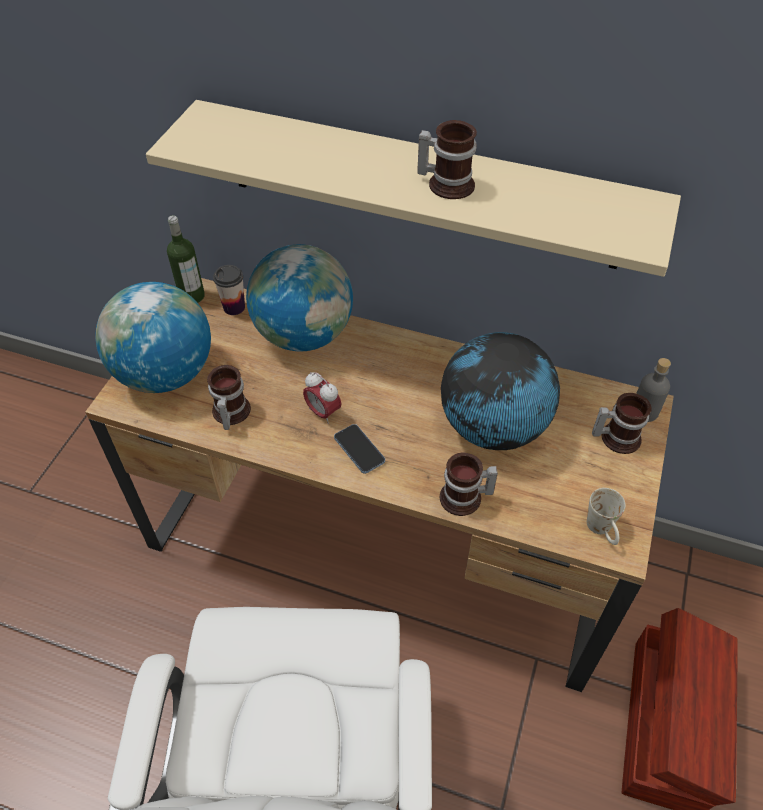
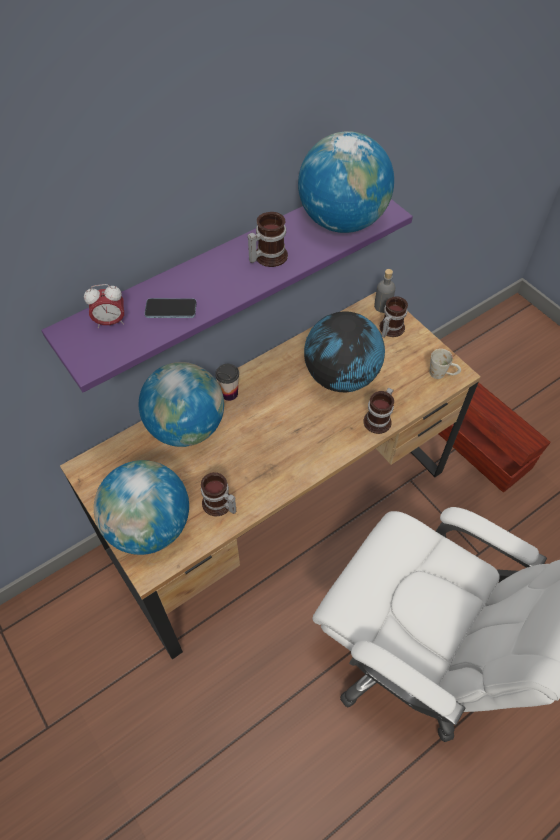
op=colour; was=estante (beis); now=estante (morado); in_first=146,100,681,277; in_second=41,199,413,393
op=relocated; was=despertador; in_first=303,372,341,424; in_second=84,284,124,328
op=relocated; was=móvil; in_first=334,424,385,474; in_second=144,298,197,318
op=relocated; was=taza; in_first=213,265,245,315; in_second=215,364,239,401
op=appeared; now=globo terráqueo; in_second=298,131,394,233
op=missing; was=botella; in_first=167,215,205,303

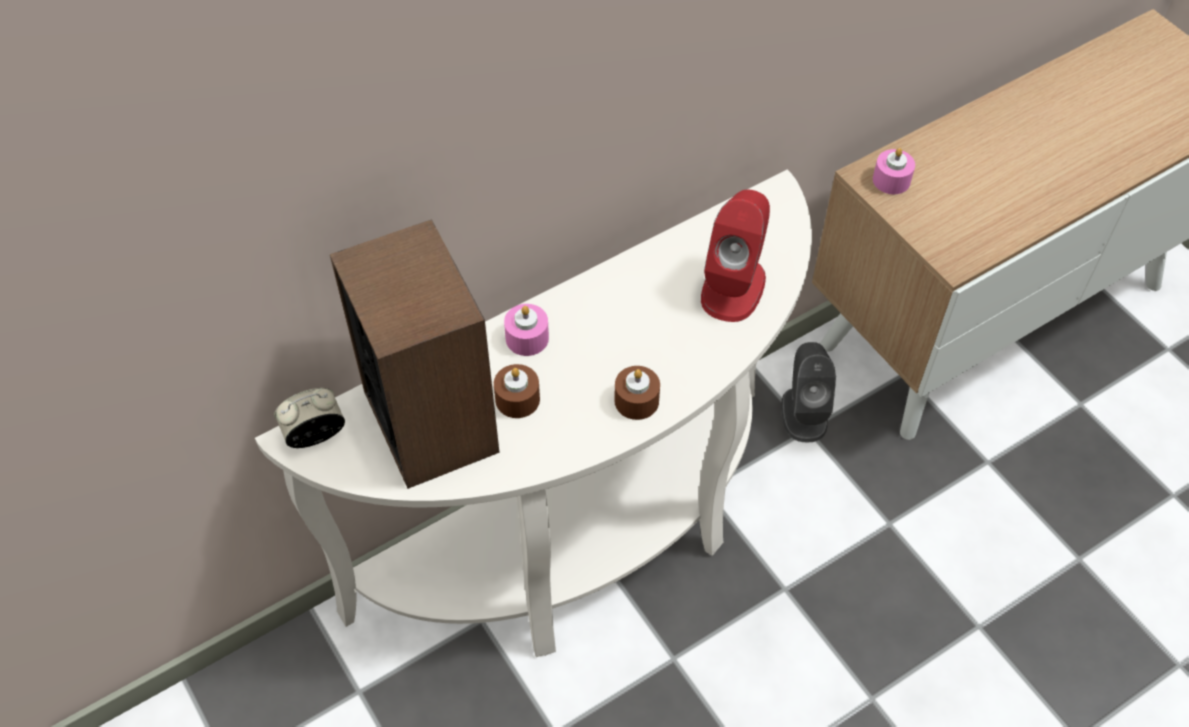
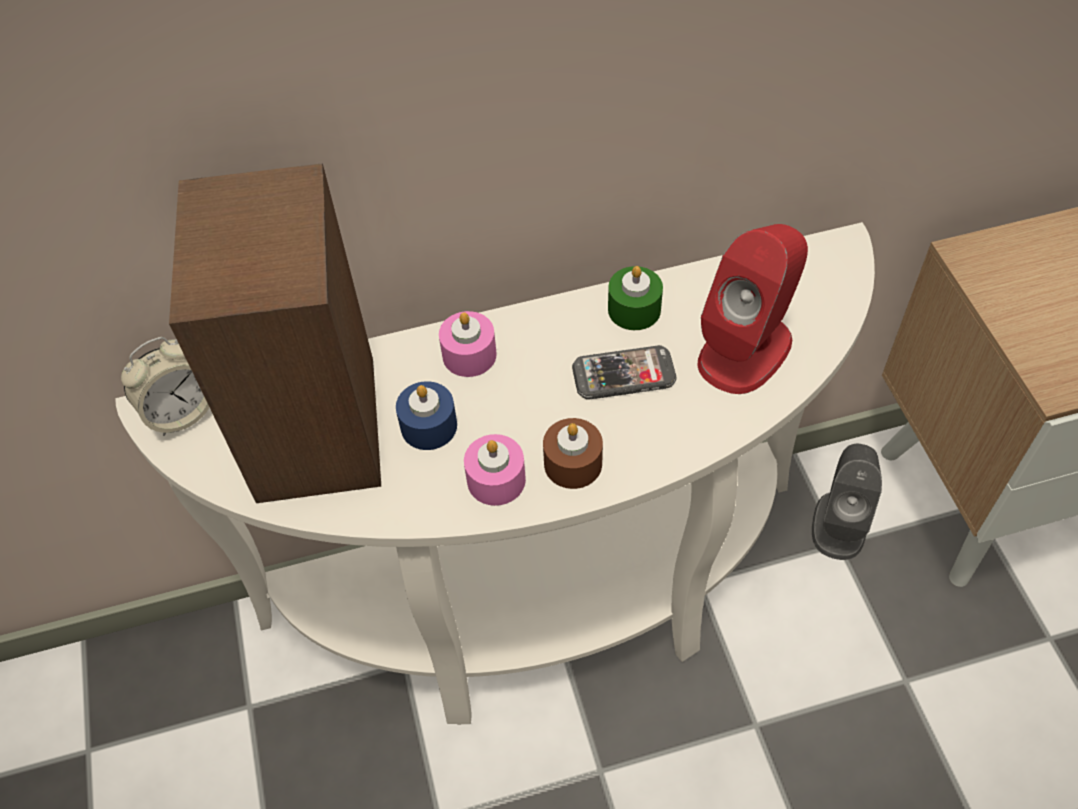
op=spun; was=despertador; in_first=274,388,345,448; in_second=121,337,210,436; clockwise=150
op=colour; was=vela (marrón); now=vela (azul); in_first=494,364,540,418; in_second=396,381,457,450
op=relocated; was=vela (rosa); in_first=873,148,915,194; in_second=464,434,526,506
op=appeared; now=móvil; in_second=572,345,677,400
op=appeared; now=vela (verde); in_second=608,266,663,330

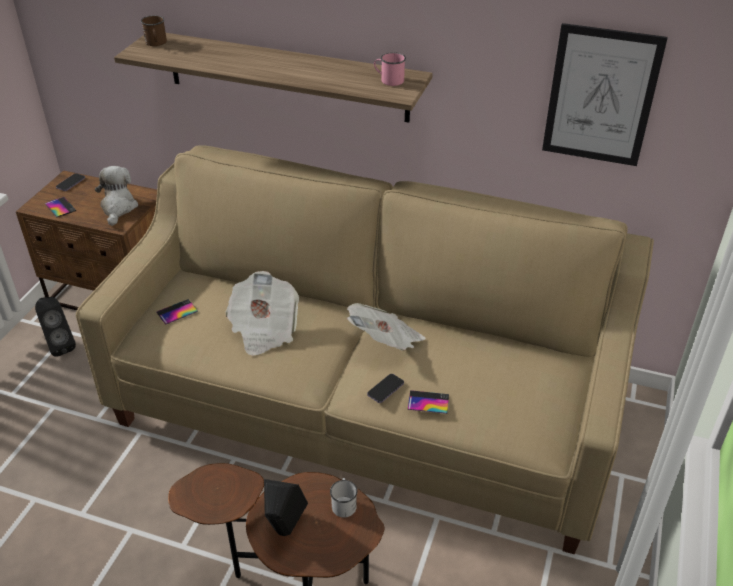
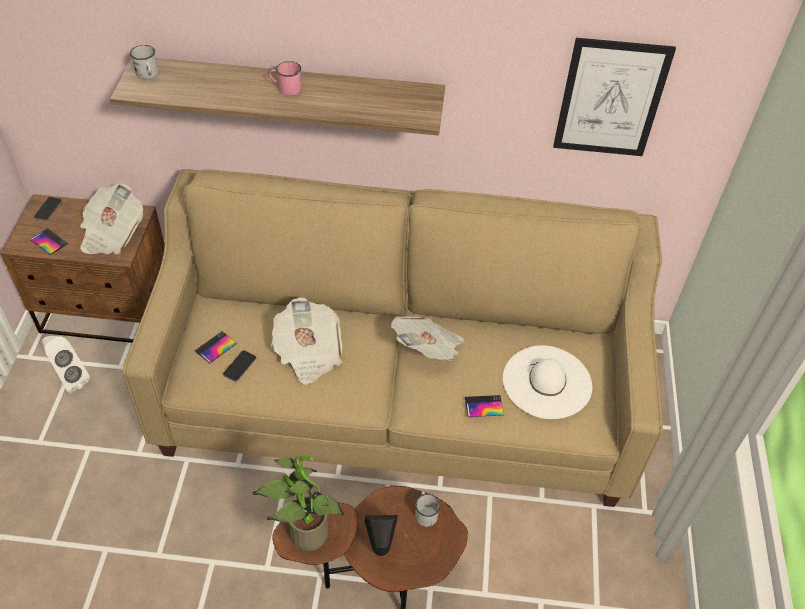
op=colour; was=altavoz (negro); now=altavoz (blanco); in_first=35,297,76,357; in_second=42,336,90,393
op=exchanged; was=peluche; now=periódico; in_first=95,166,138,226; in_second=80,183,143,255
op=colour; was=taza grande (marrón); now=taza grande (blanco); in_first=141,15,167,46; in_second=130,45,158,79
op=relocated; was=móvil; in_first=367,374,404,403; in_second=223,350,256,382
op=appeared; now=planta en maceta; in_second=252,456,344,551
op=relocated; was=taza grande (rosa); in_first=374,52,406,86; in_second=269,61,301,96
op=appeared; now=sombrero (blanco); in_second=503,345,592,419

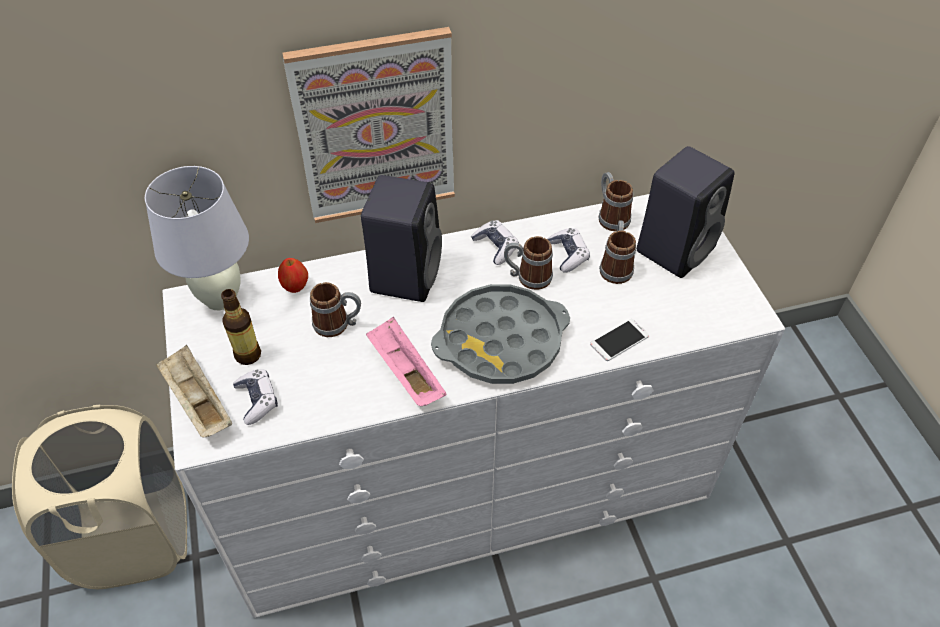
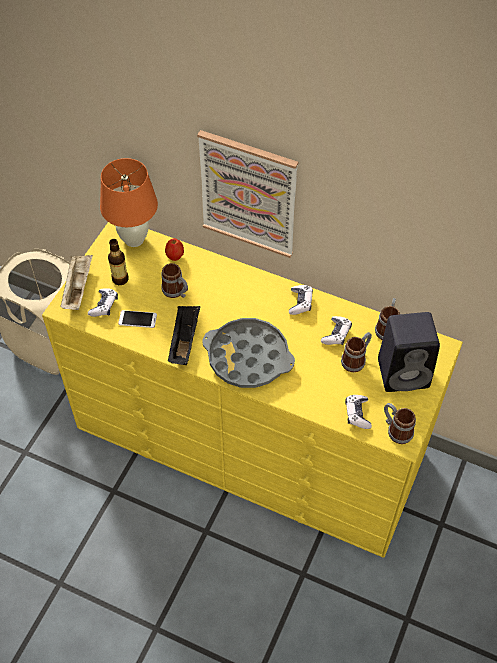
op=colour; was=cómoda (blanco); now=cómoda (amarillo); in_first=162,194,785,618; in_second=42,222,463,558
op=colour; was=lámpara de mesa (blanco); now=lámpara de mesa (naranja); in_first=145,166,249,310; in_second=100,158,158,247
op=relocated; was=móvil; in_first=590,319,649,361; in_second=118,310,157,328
op=colour; was=bandeja (rosa); now=bandeja (negro); in_first=366,317,447,406; in_second=168,306,200,365
op=appeared; now=mando de consola; in_second=345,395,372,429
op=relocated; was=taza grande; in_first=504,236,553,290; in_second=384,403,416,444
op=missing; was=altavoz (negro); in_first=361,175,442,302

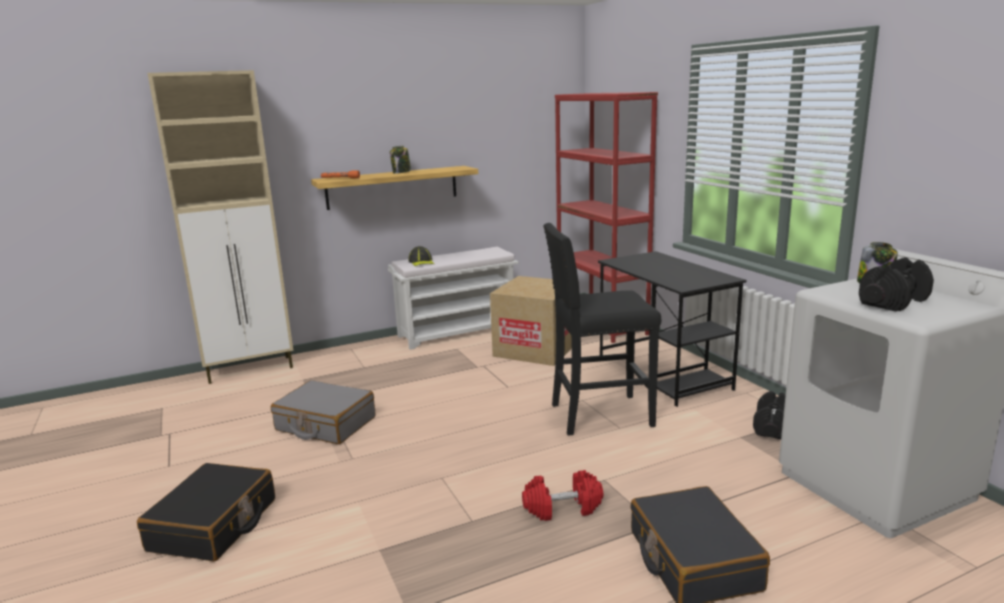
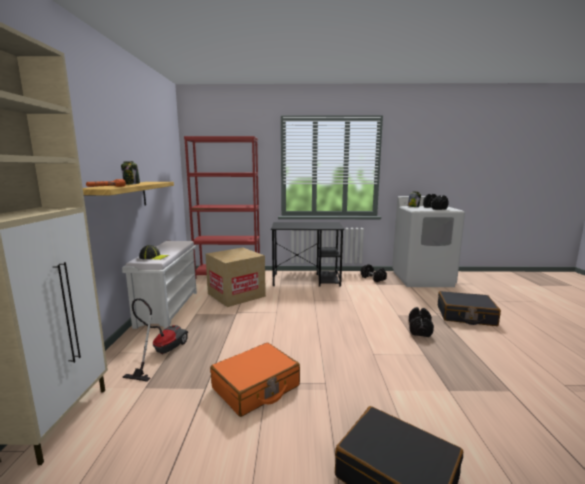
op=appeared; now=aspiradora; in_second=122,298,188,382
op=colour; was=maleta (gris); now=maleta (naranja); in_first=271,380,375,444; in_second=210,343,300,417
op=colour; was=mancuerna (rojo); now=mancuerna (negro); in_first=522,470,603,521; in_second=409,307,434,337
op=missing; was=taburete (negro); in_first=543,223,661,436

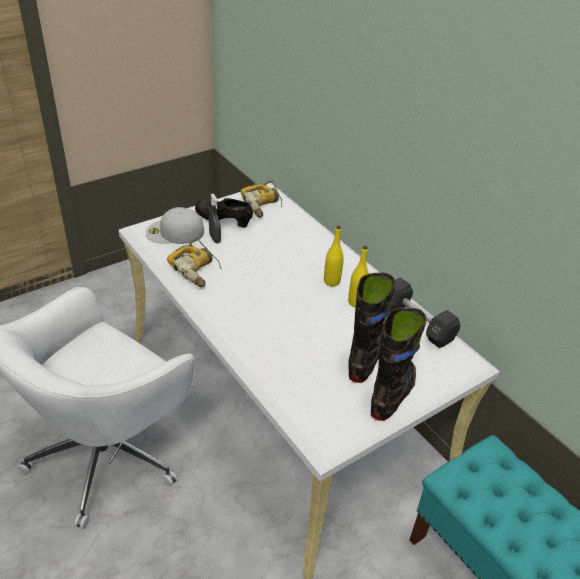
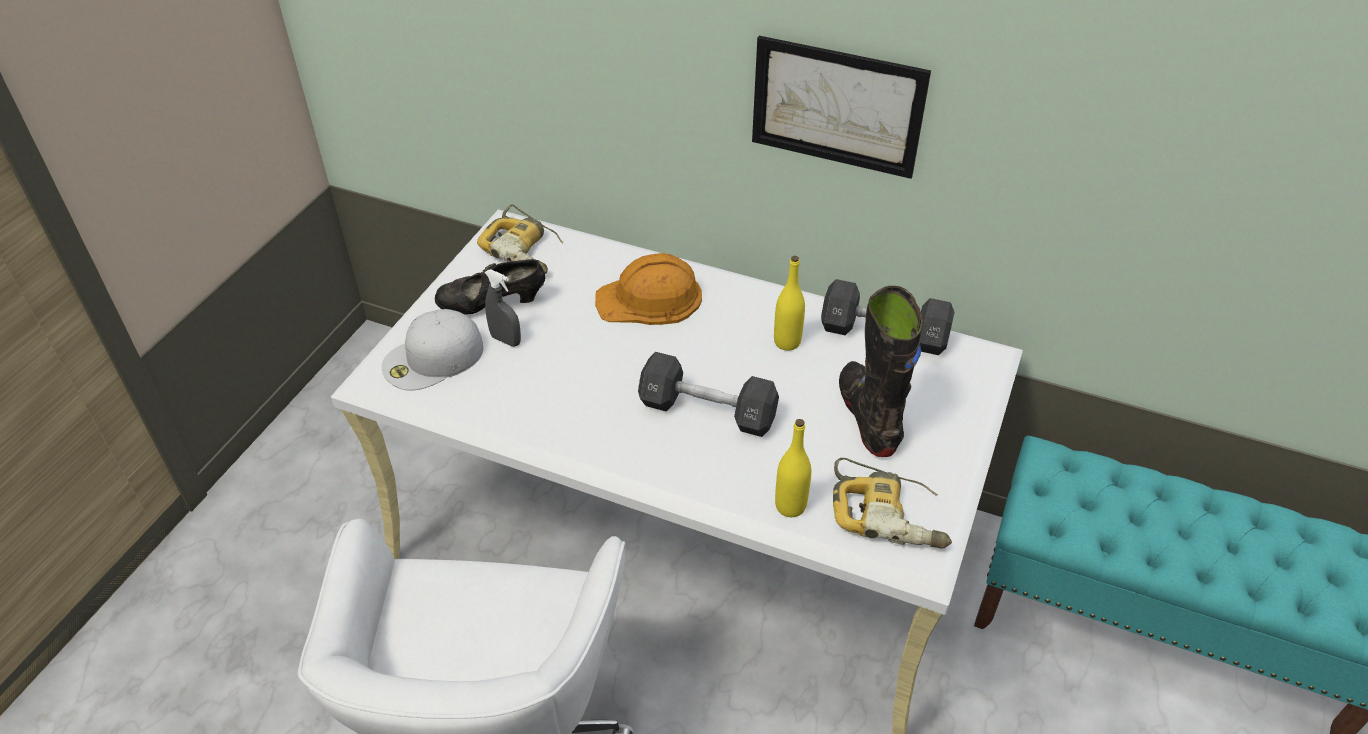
op=appeared; now=casco (naranja); in_second=595,253,702,325
op=appeared; now=mancuerna (negro); in_second=638,352,779,437
op=appeared; now=cuadro; in_second=752,36,931,179
op=relocated; was=botella (amarillo); in_first=324,226,344,286; in_second=775,419,811,517
op=relocated; was=taladro; in_first=167,238,222,287; in_second=833,458,952,548
op=missing; was=bota (negro); in_first=371,308,427,421

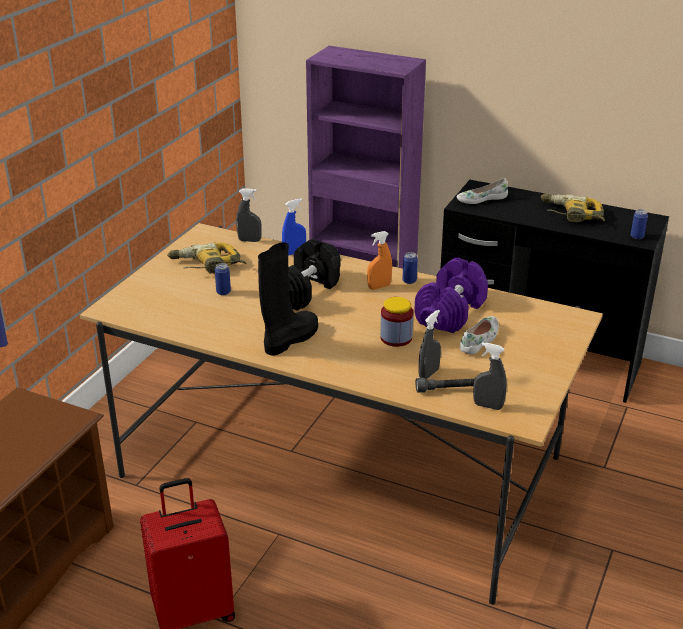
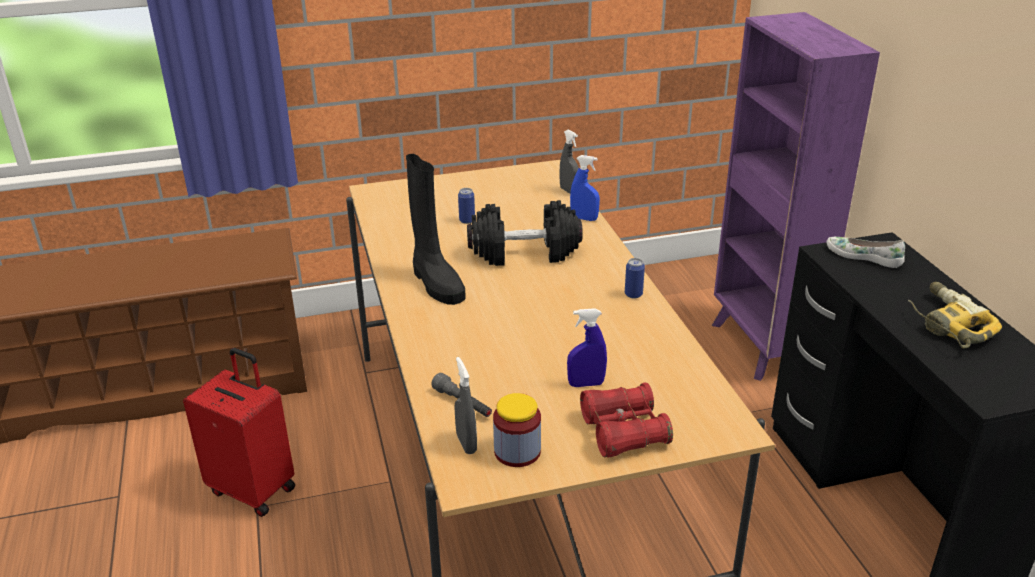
op=spun; was=bota (negro); in_first=258,242,318,356; in_second=406,154,466,305; clockwise=60
op=relocated; was=tarro; in_first=380,297,413,347; in_second=493,393,541,467
op=exchanged; was=zapato (blanco); now=pulverizador (azul); in_first=460,316,499,355; in_second=567,308,607,387
op=appeared; now=prismáticos (rojo); in_second=580,383,673,458
op=missing; was=taladro; in_first=167,242,247,274
op=missing; was=pulverizador (naranja); in_first=367,231,392,290
op=missing; was=mancuerna (morado); in_first=414,258,488,333
op=missing; was=pulverizador (gris); in_first=418,309,441,379
op=missing; was=lata; in_first=631,209,648,239

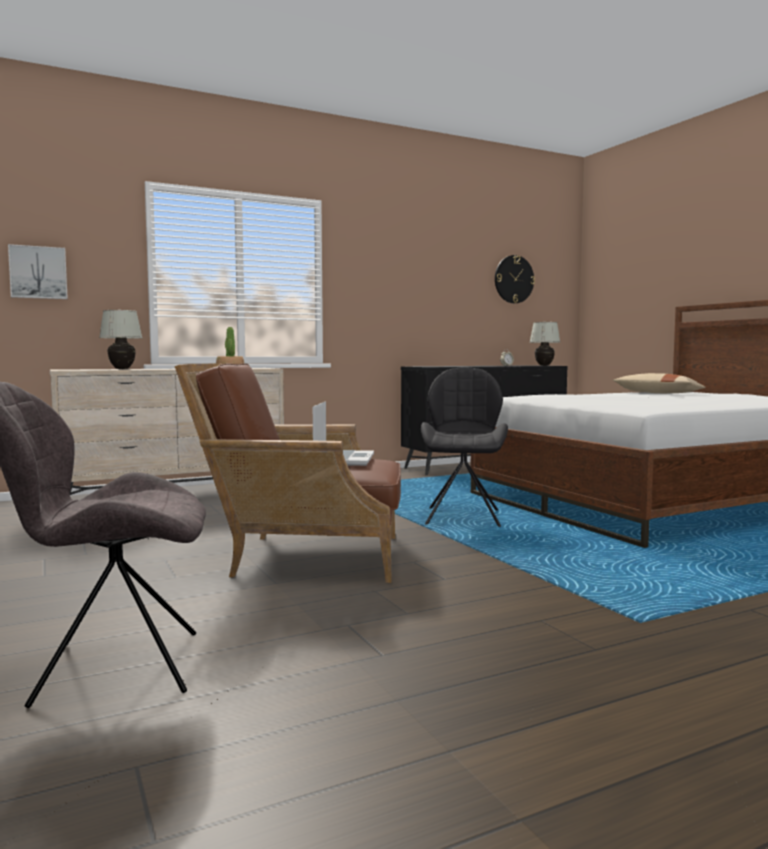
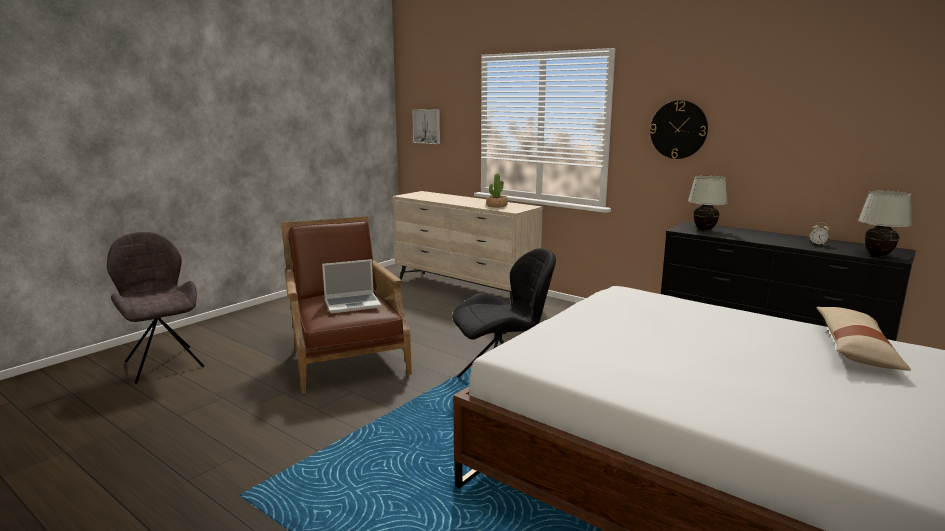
op=relocated; was=reloj de pared; in_first=495,255,535,303; in_second=650,100,708,159
op=relocated; was=lámpara de mesa (blanco); in_first=99,310,142,369; in_second=688,175,728,231

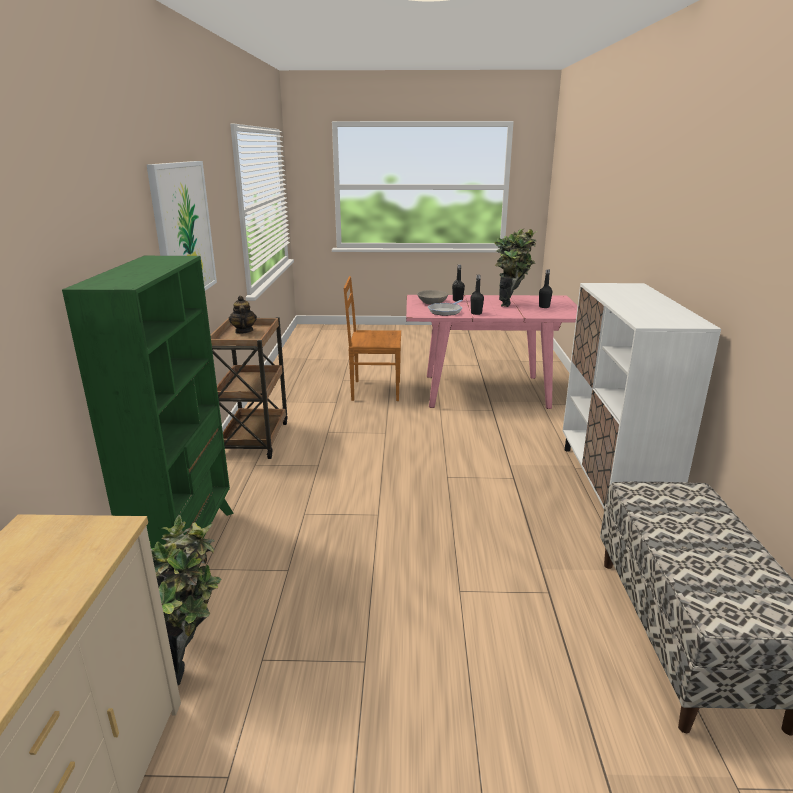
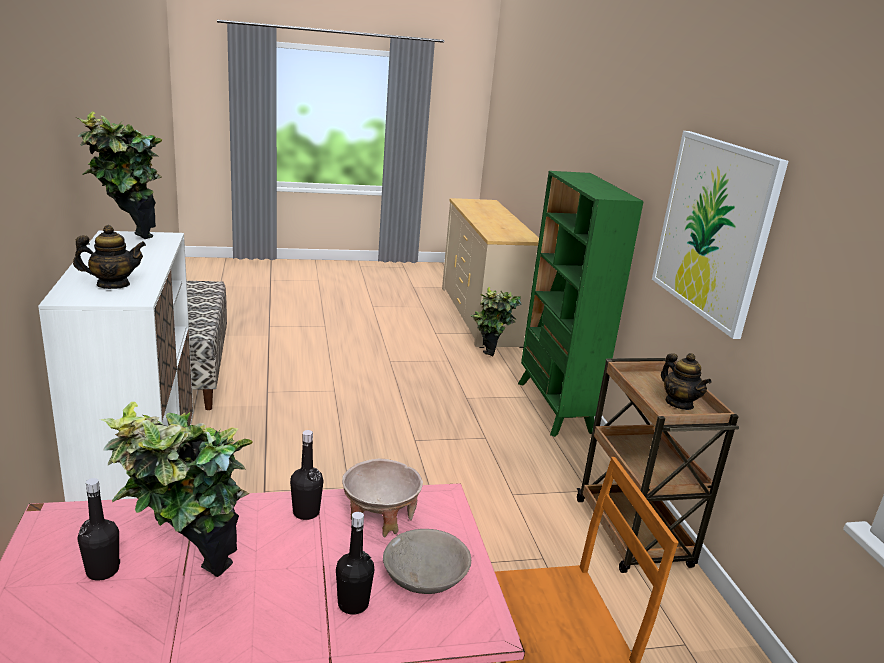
op=appeared; now=tetera; in_second=73,225,146,289
op=appeared; now=planta en maceta; in_second=78,111,162,239
op=exchanged; was=sartén; now=cuenco (beis); in_first=428,300,463,316; in_second=342,459,423,537

